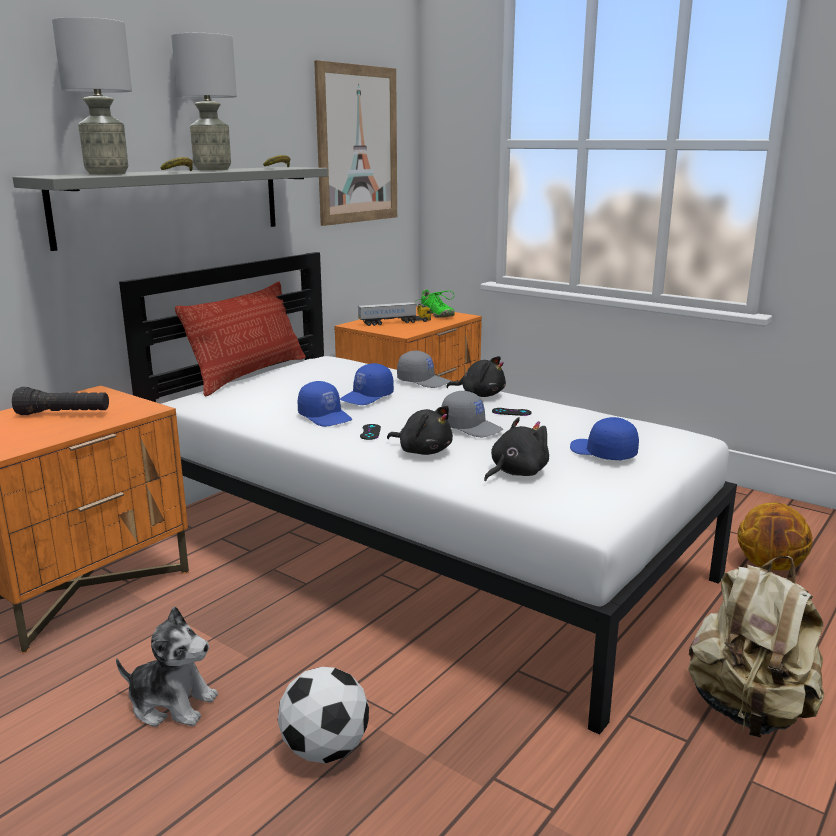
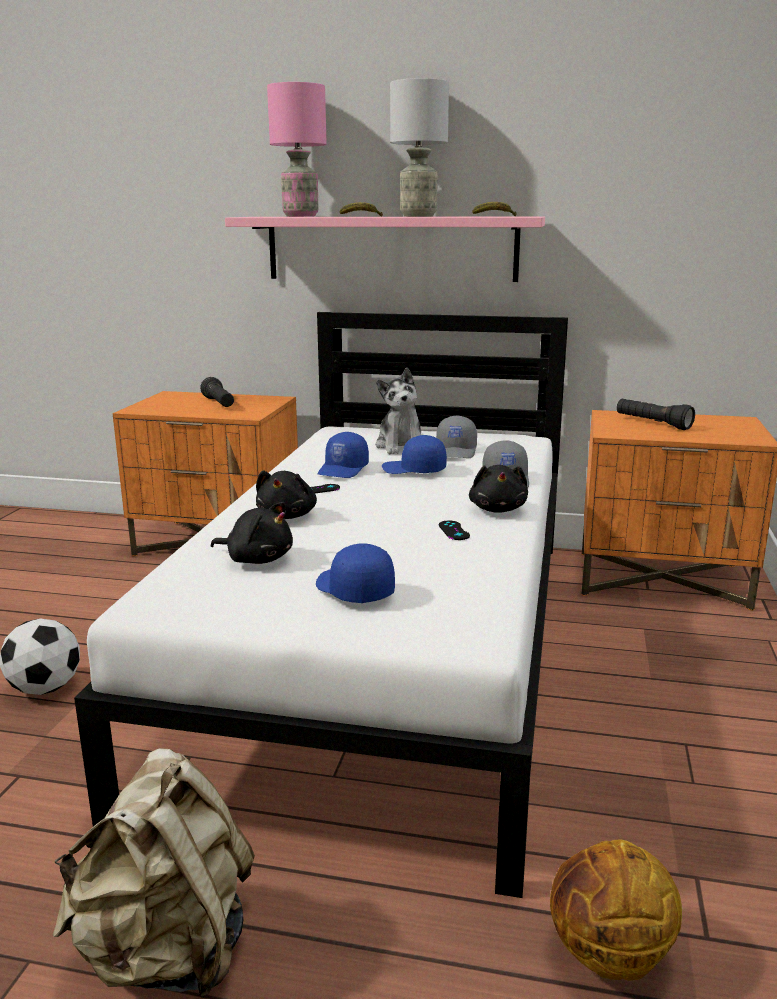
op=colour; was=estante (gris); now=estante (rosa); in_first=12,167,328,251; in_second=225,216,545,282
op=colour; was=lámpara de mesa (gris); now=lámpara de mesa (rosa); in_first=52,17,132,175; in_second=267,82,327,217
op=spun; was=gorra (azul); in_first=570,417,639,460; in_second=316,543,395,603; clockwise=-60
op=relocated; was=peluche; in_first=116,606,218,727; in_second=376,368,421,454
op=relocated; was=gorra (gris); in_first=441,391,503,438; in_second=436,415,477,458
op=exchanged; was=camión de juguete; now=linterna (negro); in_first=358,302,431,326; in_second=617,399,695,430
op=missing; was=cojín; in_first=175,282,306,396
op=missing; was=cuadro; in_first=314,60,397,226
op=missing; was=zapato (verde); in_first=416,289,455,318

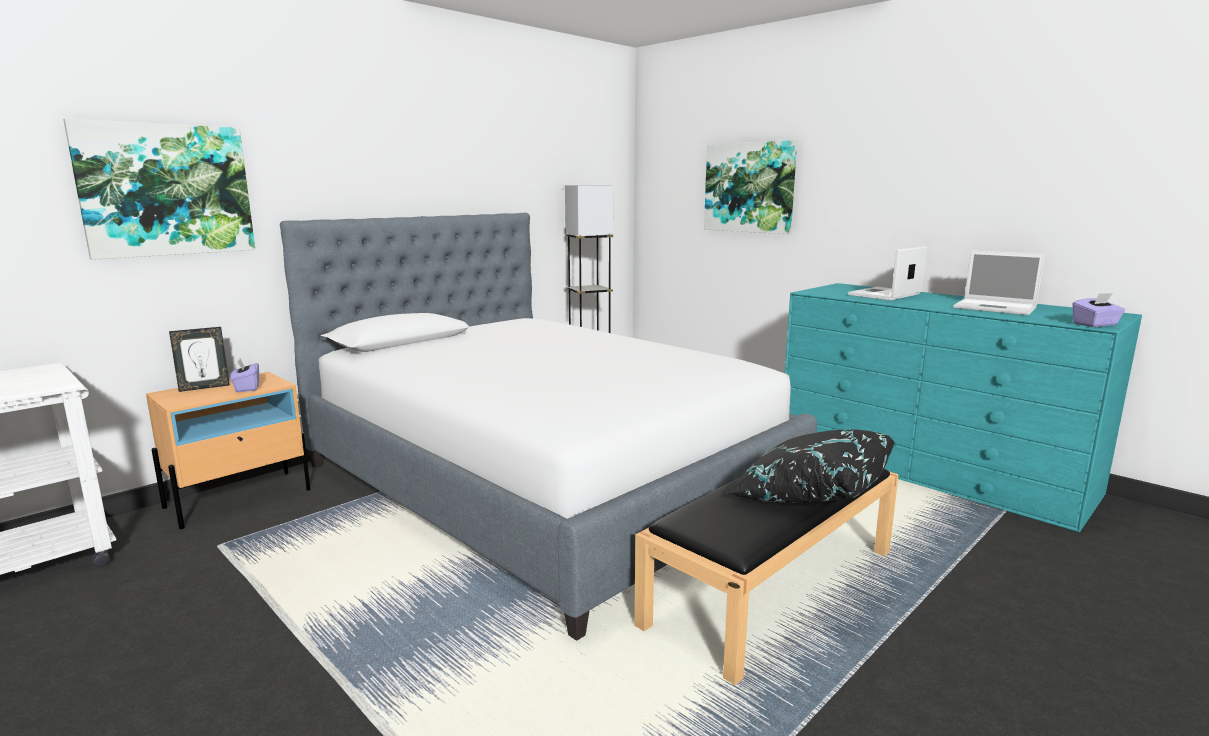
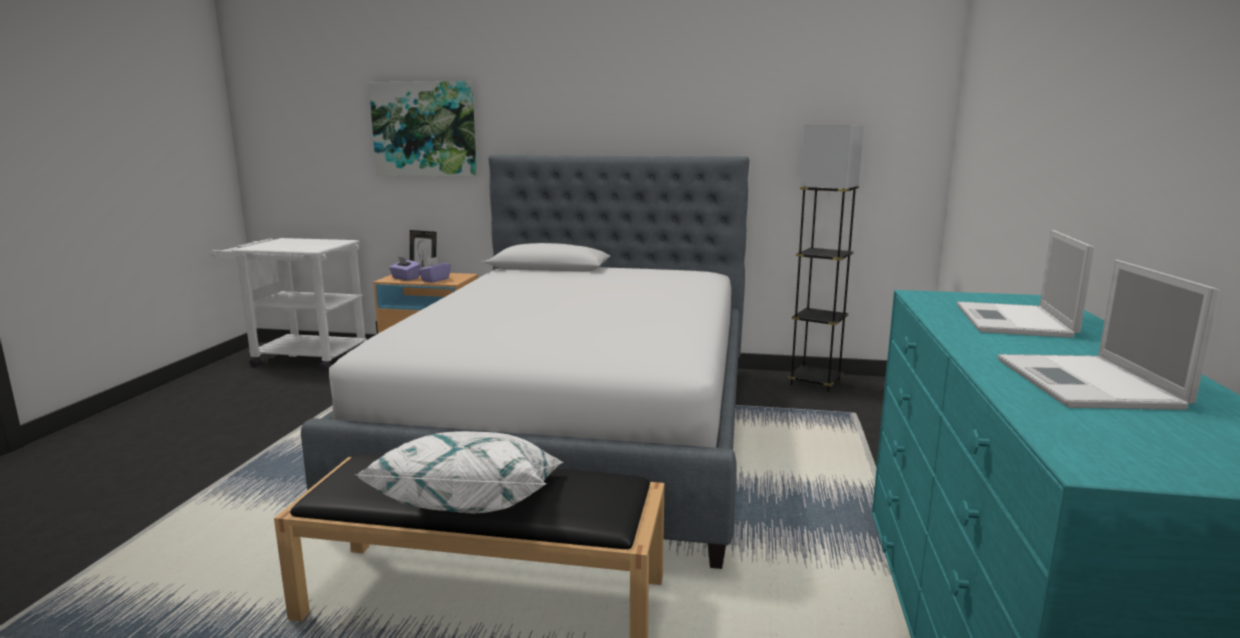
op=colour; was=cojín (negro); now=cojín (blanco); in_first=726,429,895,503; in_second=355,431,564,513
op=relocated; was=caja de pañuelos (morado); in_first=1072,293,1125,327; in_second=389,257,421,281
op=spun; was=portátil; in_first=848,246,927,300; in_second=957,230,1095,338; clockwise=-90
op=missing; was=cuadro; in_first=704,140,797,234

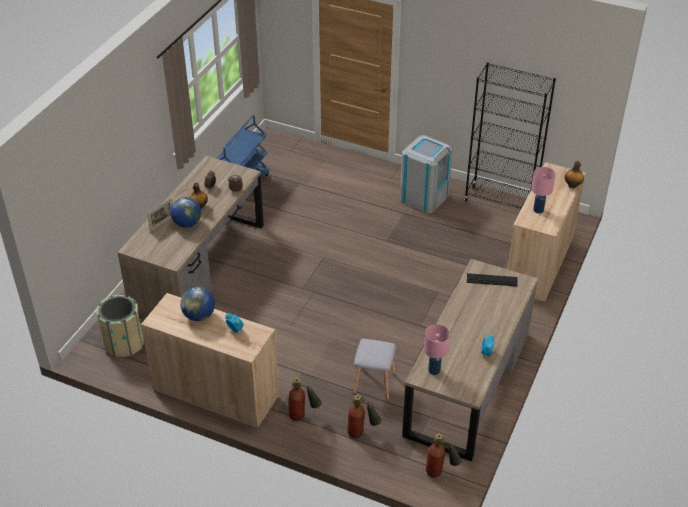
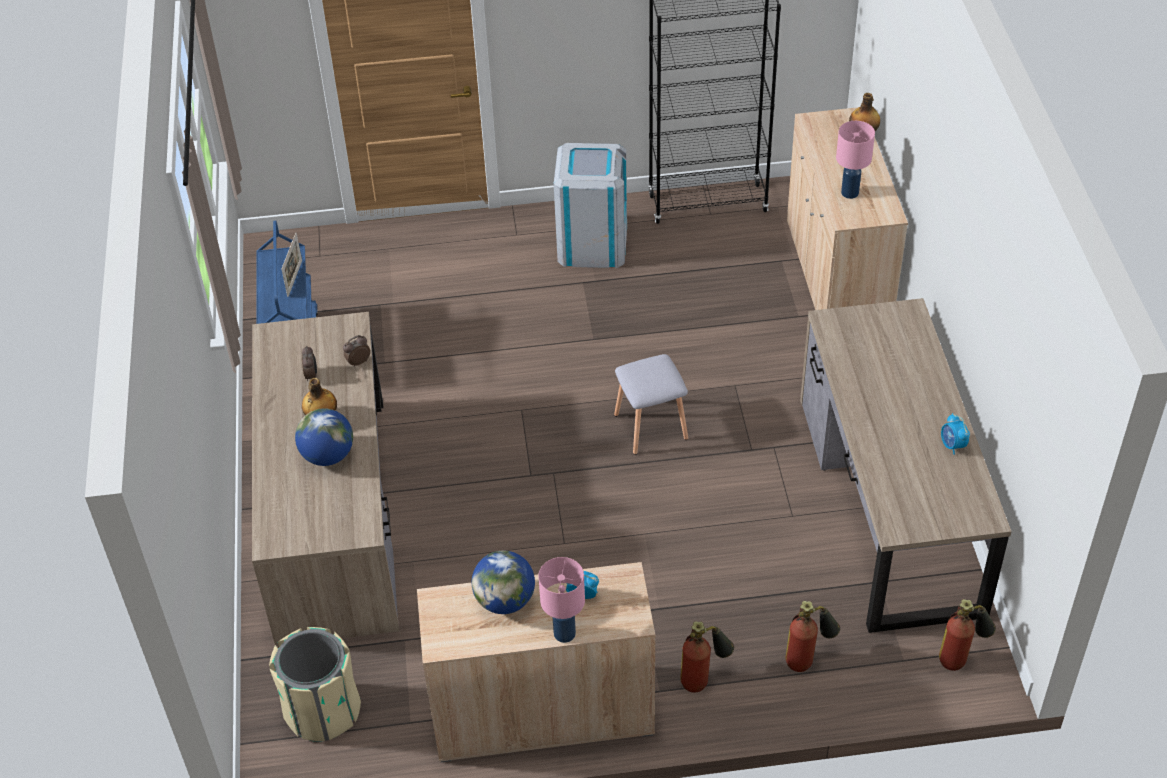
op=relocated; was=portarretratos; in_first=147,198,173,232; in_second=282,233,302,297
op=relocated; was=lámpara de mesa (rosa); in_first=424,324,450,375; in_second=538,557,585,643
op=relocated; was=taburete (gris); in_first=353,339,396,400; in_second=614,354,688,455
op=missing; was=teclado; in_first=467,273,518,287

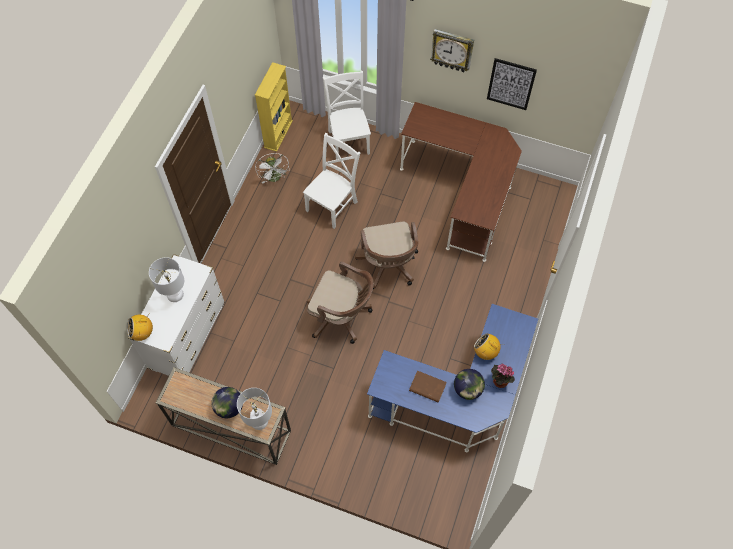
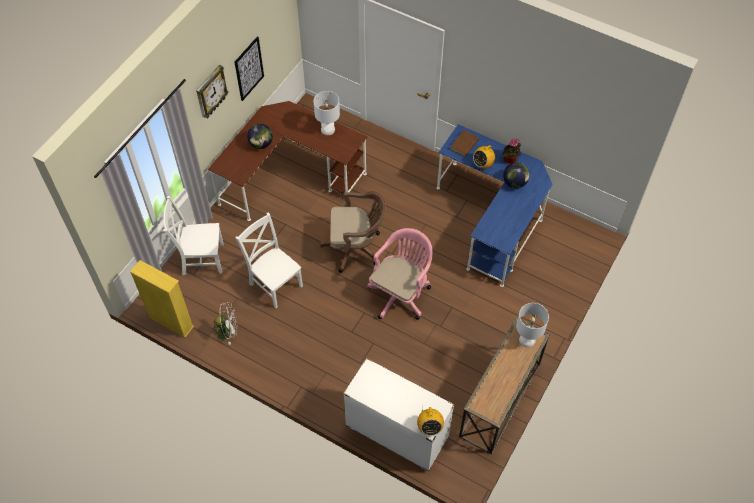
op=relocated; was=globo terráqueo; in_first=211,387,243,418; in_second=247,124,273,149
op=relocated; was=lámpara de mesa (blanco); in_first=149,257,184,302; in_second=314,91,340,135
op=colour; was=silla de oficina (marrón); now=silla de oficina (rosa); in_first=306,262,374,344; in_second=367,228,433,320
op=relocated; was=libro (marrón); in_first=409,371,447,403; in_second=450,130,479,157

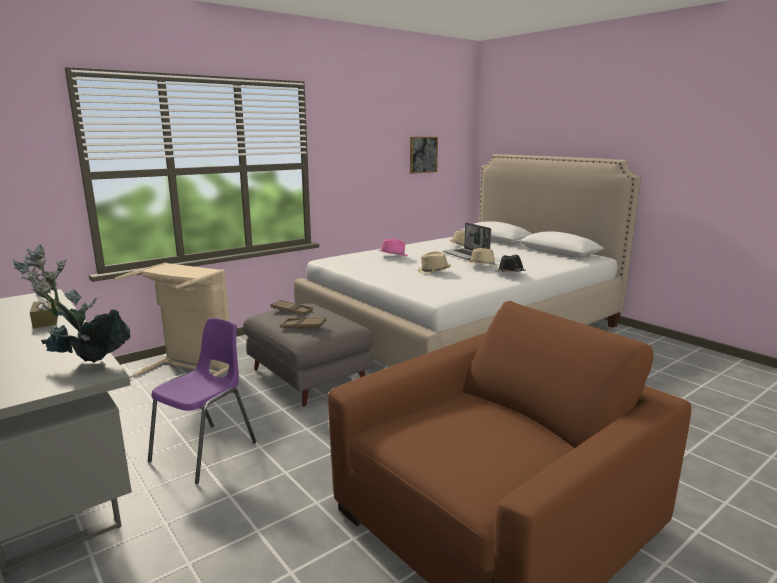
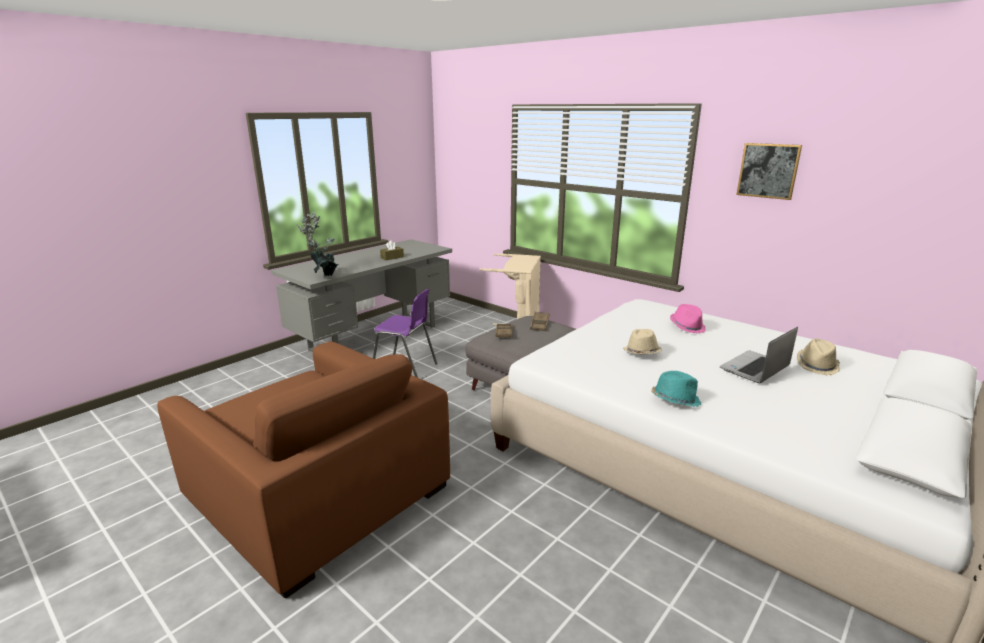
op=colour; was=sombrero (negro); now=sombrero (turquesa); in_first=496,255,526,272; in_second=651,371,701,407
op=relocated; was=cuadro; in_first=410,137,438,174; in_second=736,143,802,200
op=missing; was=sombrero (beis); in_first=468,248,498,265

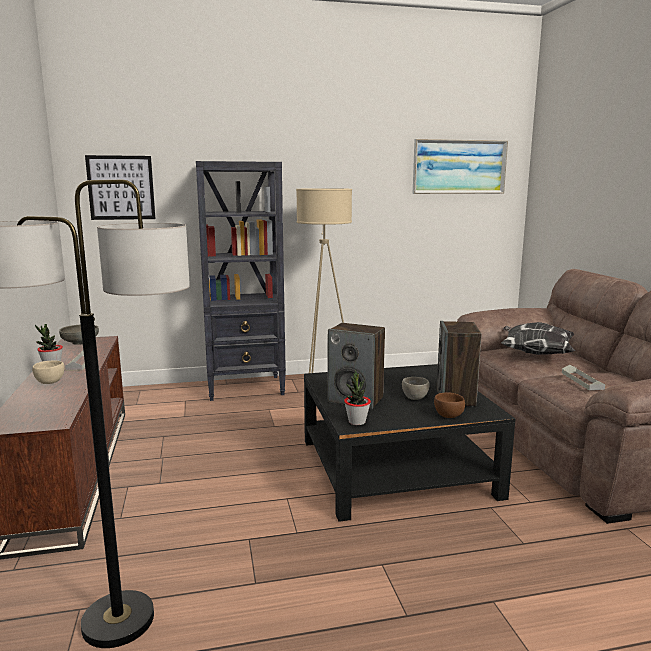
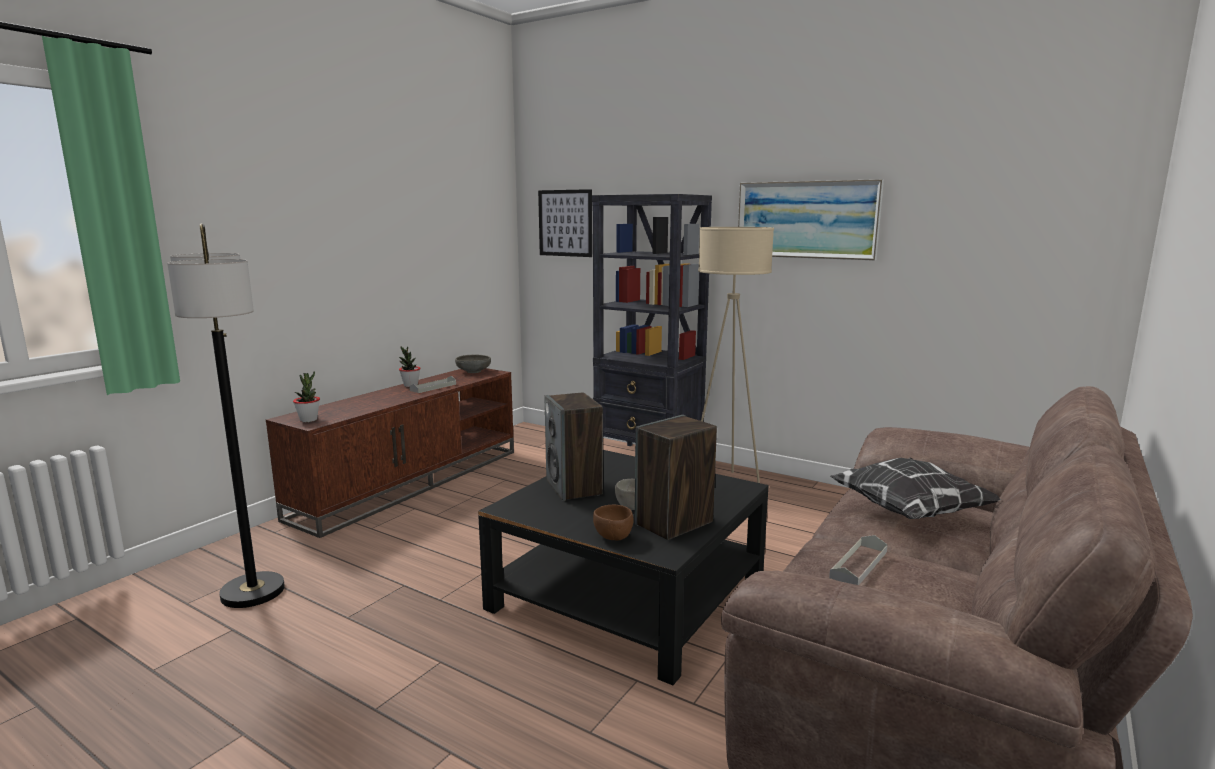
op=relocated; was=planta en maceta; in_first=344,370,371,425; in_second=293,371,320,422
op=relocated; was=cuadro; in_first=413,139,508,194; in_second=738,179,884,260
op=missing; was=cuenco (beis); in_first=32,360,64,384

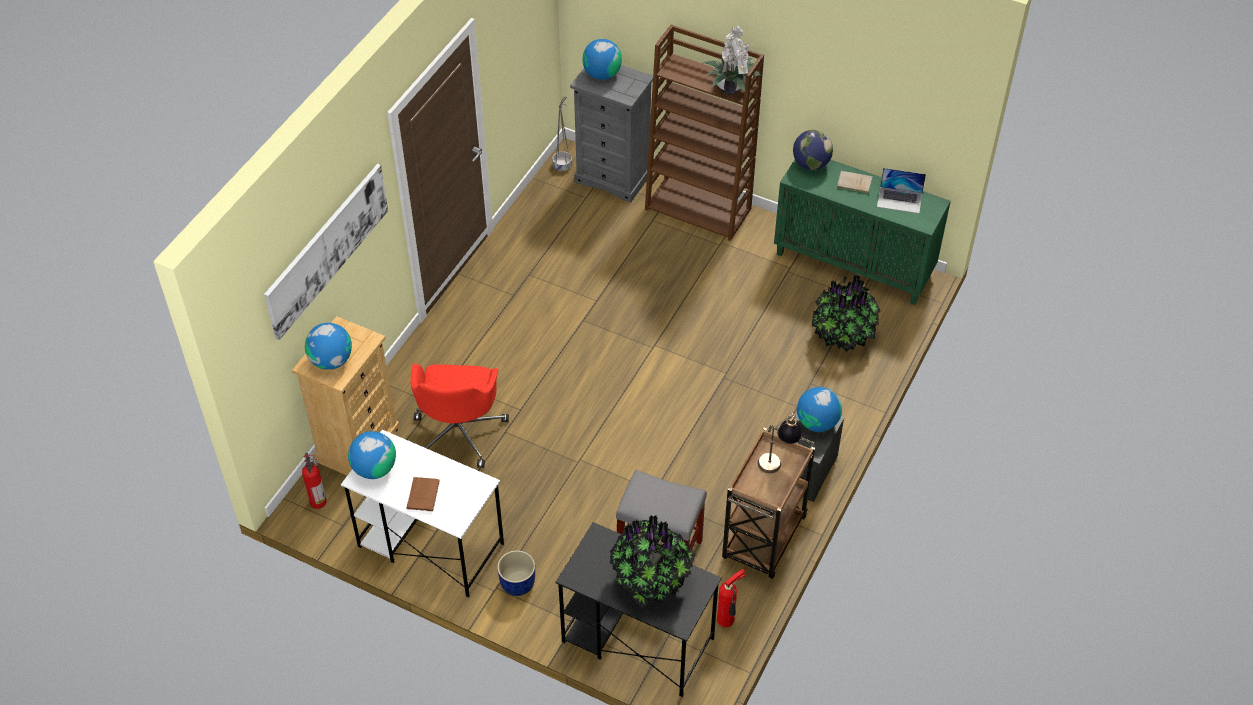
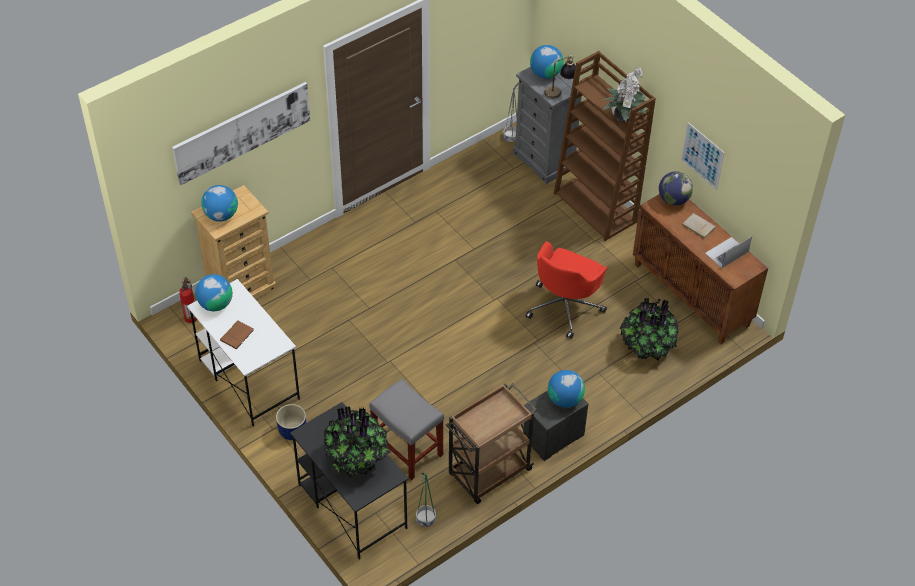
op=exchanged; was=extintor; now=maceta (verde); in_first=717,569,746,627; in_second=416,472,436,527
op=relocated; was=silla de oficina (rojo); in_first=410,364,509,468; in_second=526,241,607,339
op=relocated; was=lámpara de mesa; in_first=758,411,802,473; in_second=544,55,576,99
op=colour; was=armario (verde); now=armario (marrón); in_first=774,159,951,305; in_second=633,194,768,344
op=appeared; now=cuadro; in_second=681,122,725,190
op=spun; was=portátil; in_first=877,168,926,213; in_second=705,237,752,268; clockwise=105

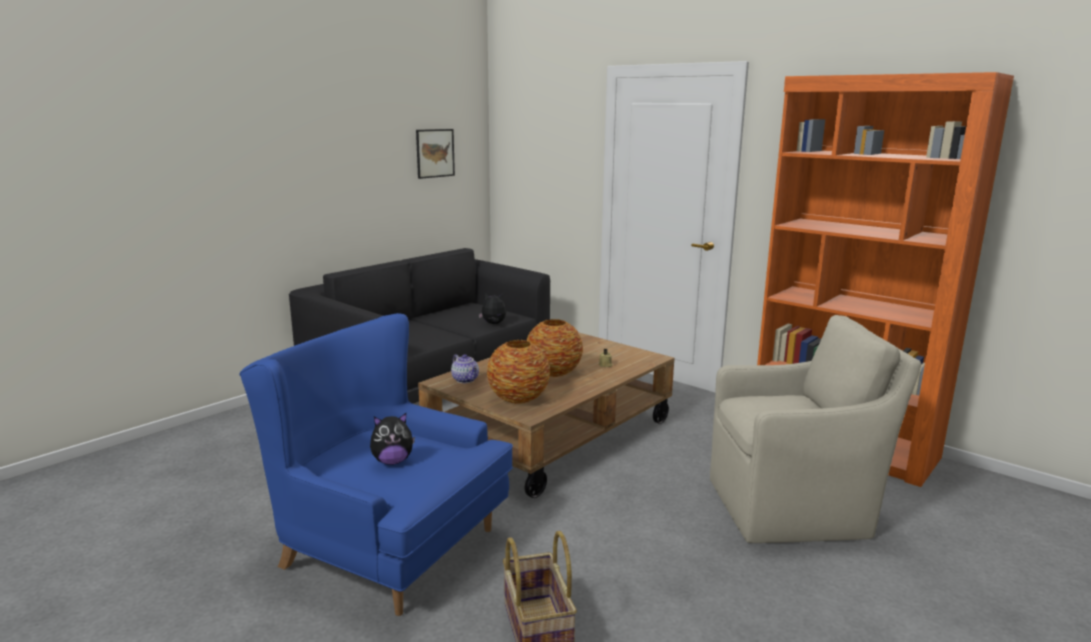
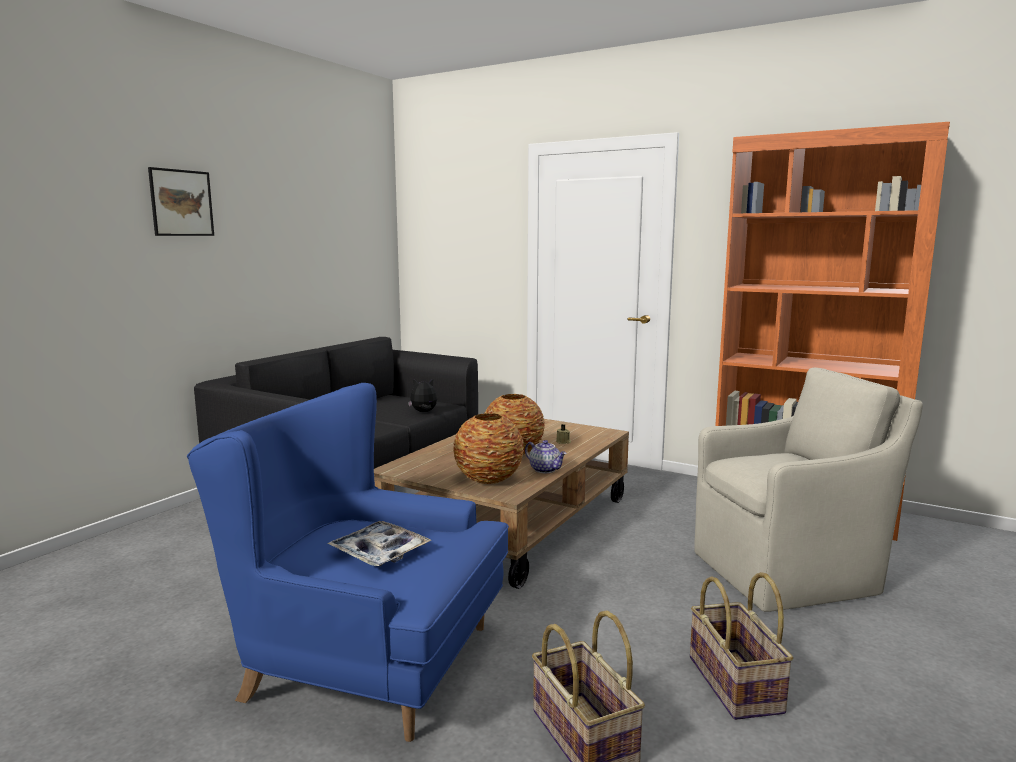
op=relocated; was=cuadro; in_first=416,129,455,179; in_second=148,167,214,236
op=exchanged; was=peluche; now=bandeja; in_first=370,413,415,465; in_second=327,521,431,566
op=relocated; was=tetera; in_first=451,354,479,383; in_second=525,440,566,473
op=appeared; now=cesta; in_second=690,572,793,720

